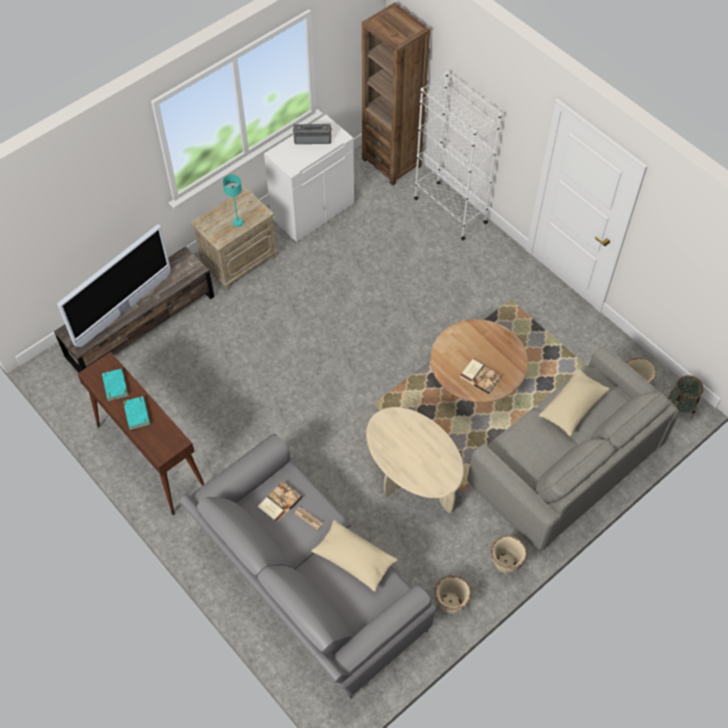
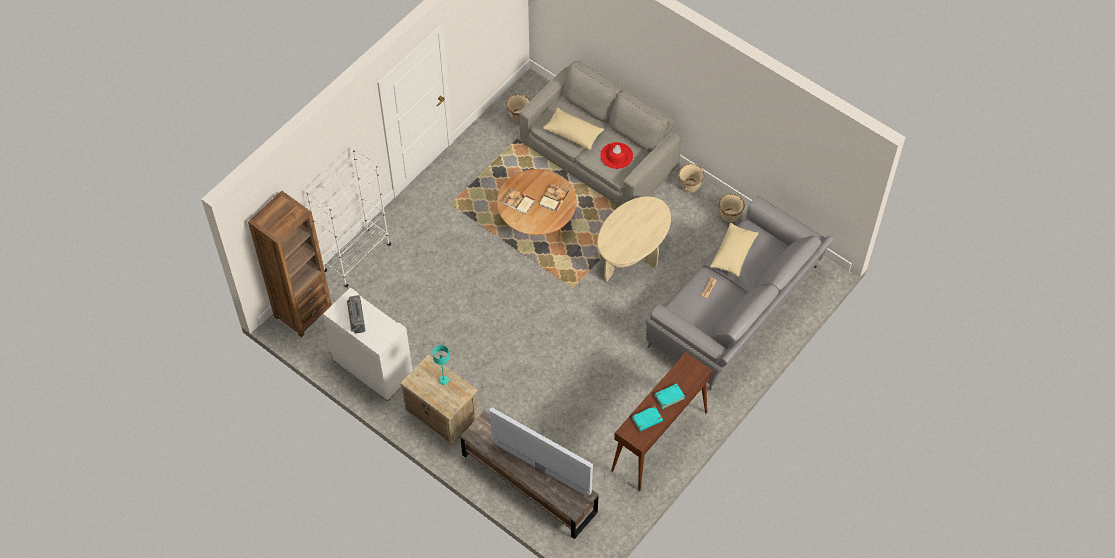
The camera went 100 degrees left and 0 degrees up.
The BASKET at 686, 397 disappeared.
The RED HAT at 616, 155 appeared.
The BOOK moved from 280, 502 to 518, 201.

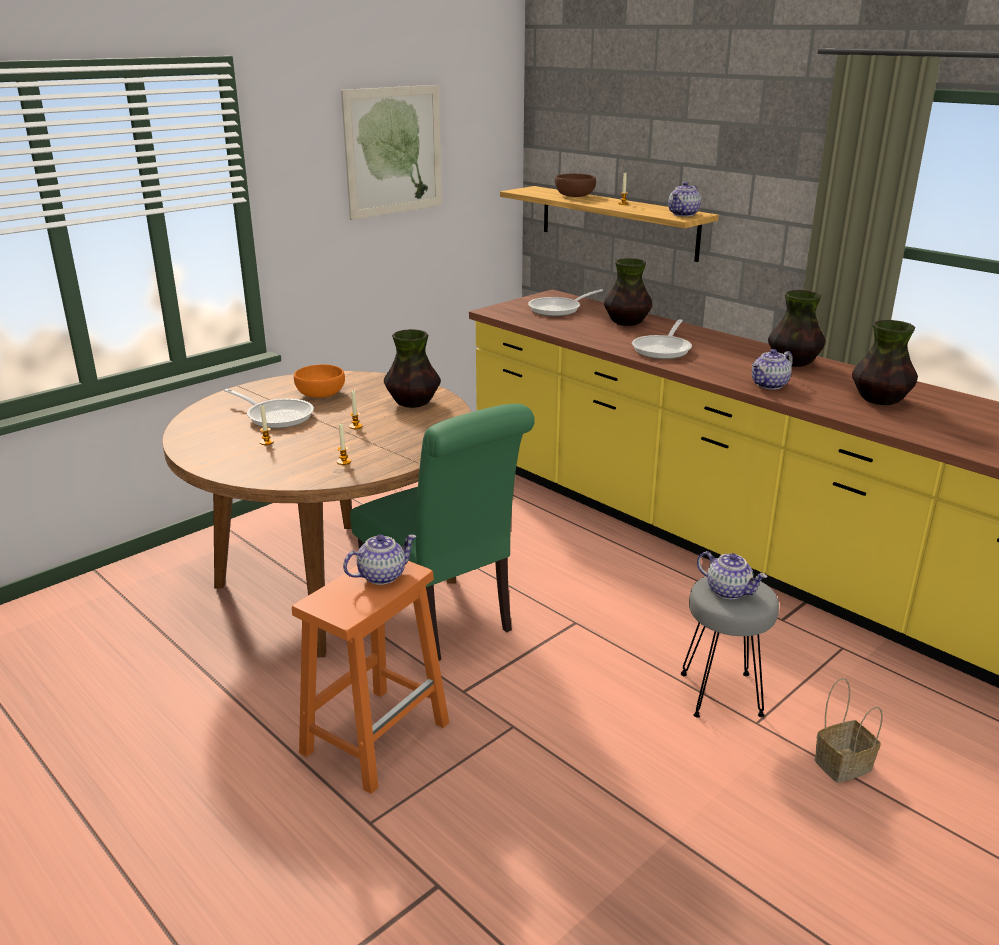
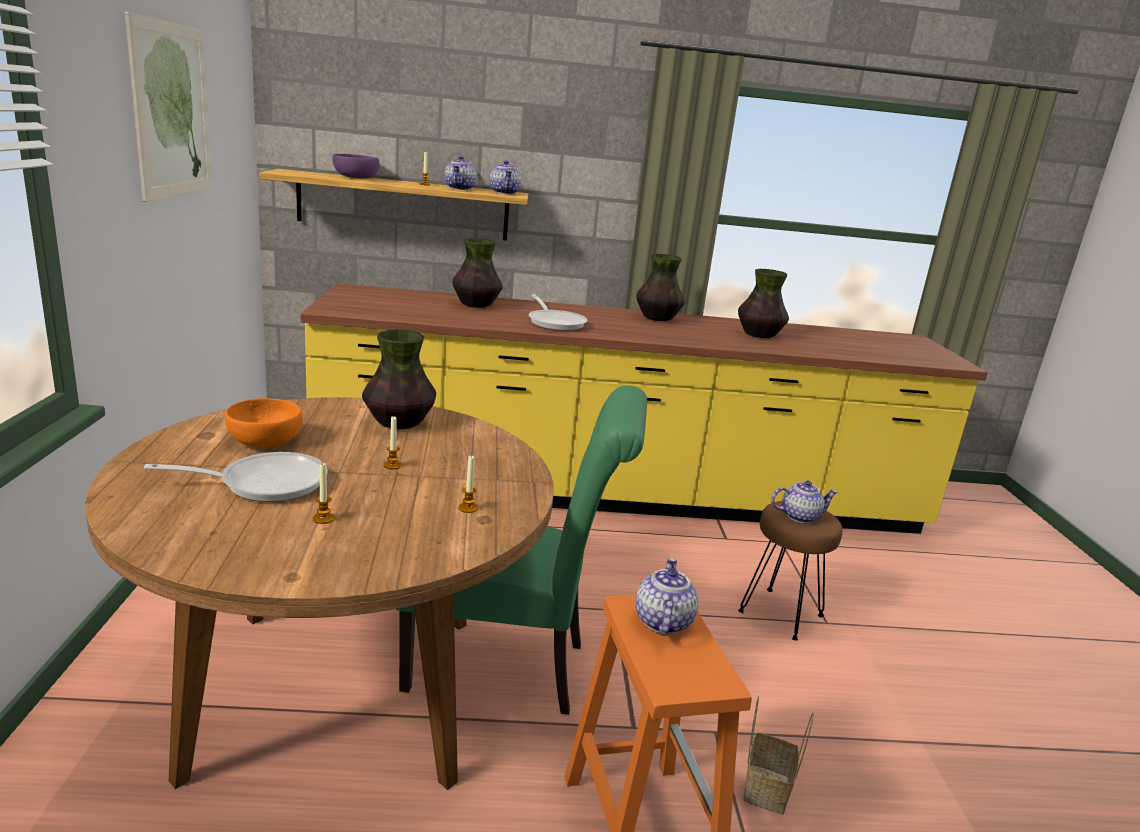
The camera went 50 degrees left and 5 degrees down.
The FRYING PAN at 565, 302 disappeared.
The TEAPOT moved from 772, 369 to 460, 173.
The BASKET moved from 849, 730 to 779, 754.
The BROWN BOWL at 575, 185 became the PURPLE BOWL at 355, 166.
The GREY STOOL at 730, 647 became the BROWN STOOL at 790, 571.

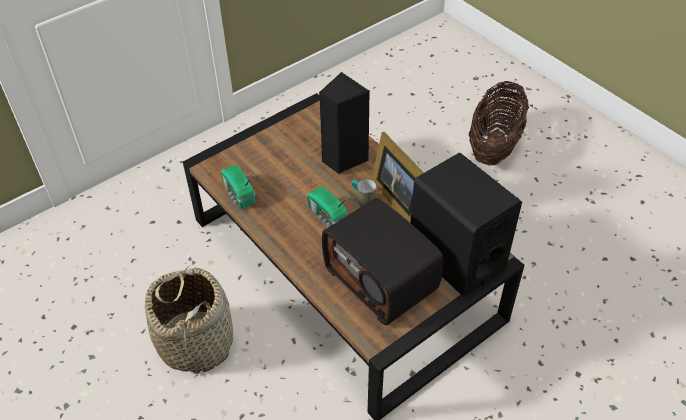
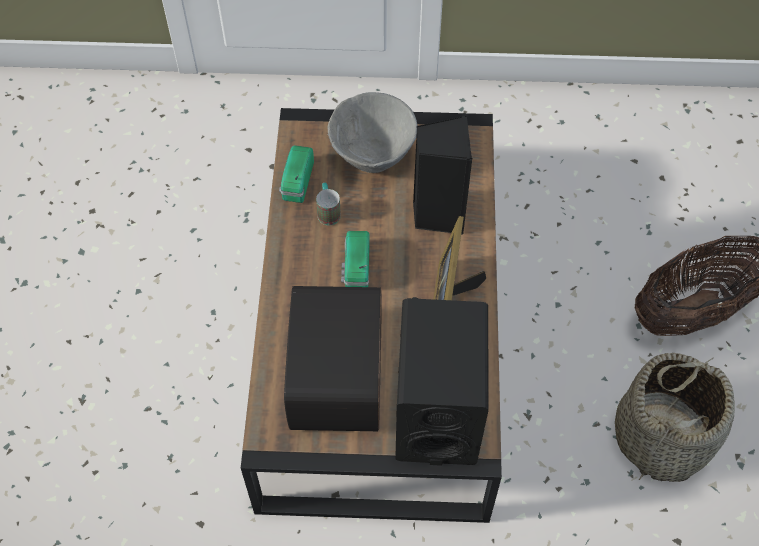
The camera went 40 degrees right and 10 degrees up.
The GREY BOWL at 372, 132 appeared.
The BASKET moved from 189, 322 to 675, 417.
The MUG moved from 364, 193 to 328, 204.

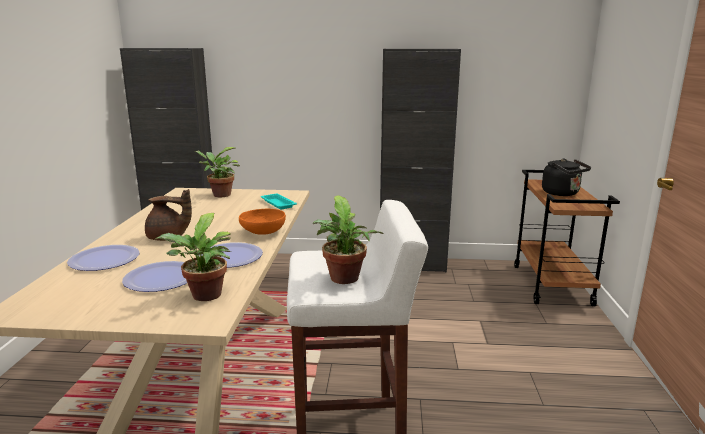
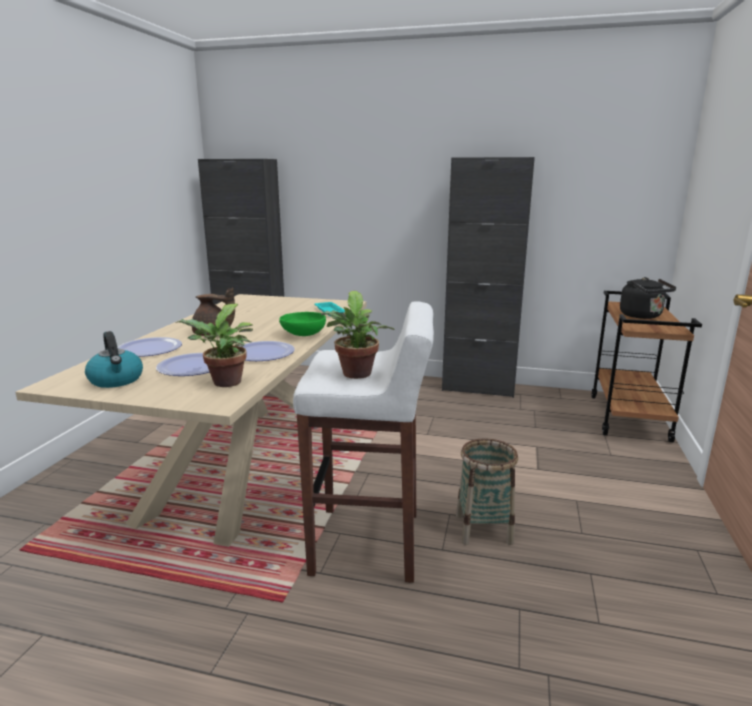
The camera went 10 degrees right and 0 degrees up.
The POTTED PLANT at 217, 172 disappeared.
The KETTLE at 114, 359 appeared.
The BASKET at 487, 491 appeared.
The ORANGE BOWL at 262, 222 became the GREEN BOWL at 302, 324.

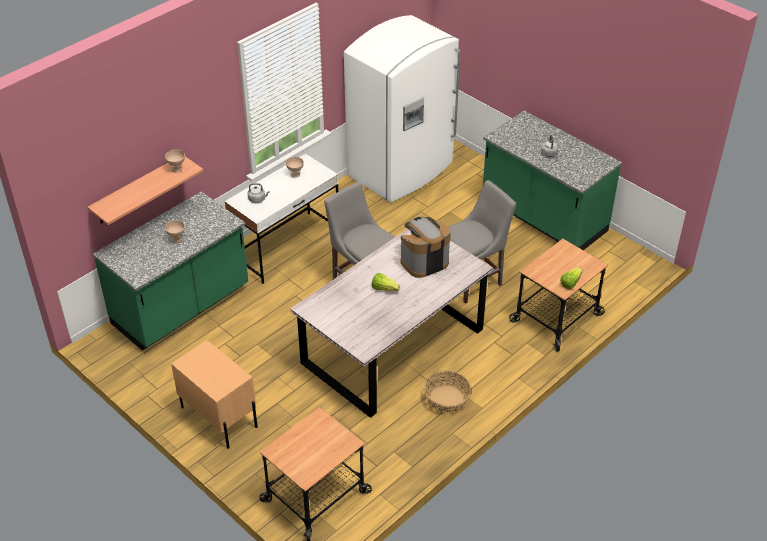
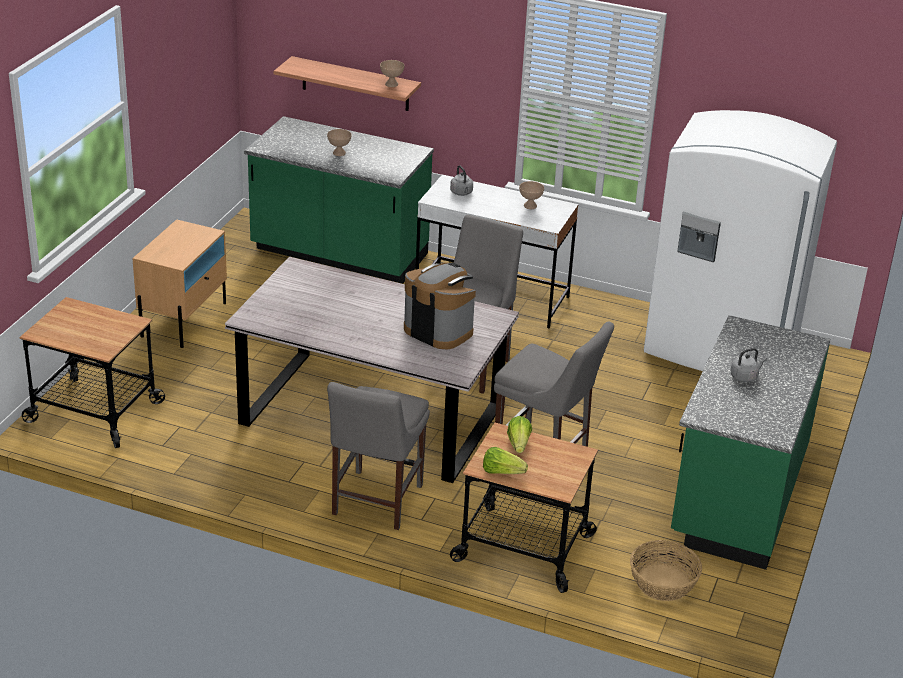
The camera went 65 degrees right and 10 degrees down.
The GREY CHAIR at 378, 456 appeared.
The LETTUCE moved from 386, 282 to 519, 434.
The BASKET moved from 447, 392 to 666, 570.

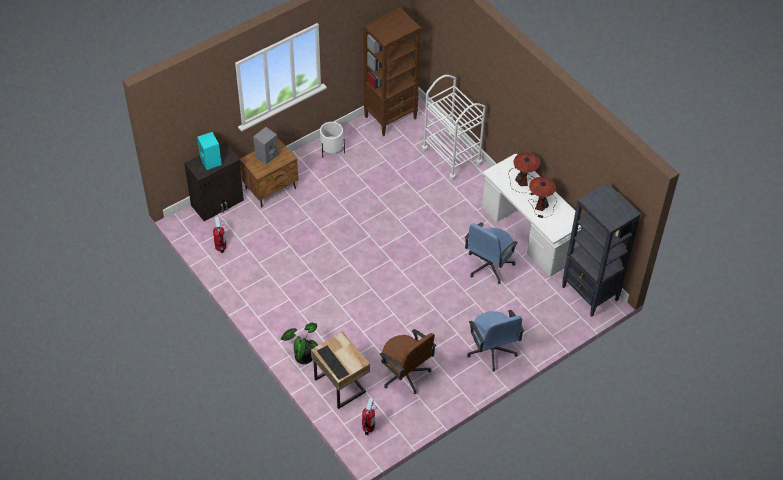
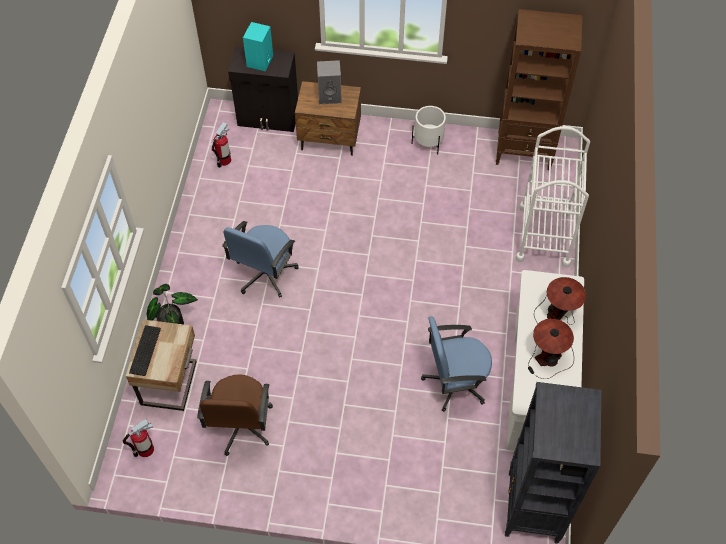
The camera went 45 degrees right and 5 degrees up.
The BLUE OFFICE CHAIR moved from 495, 341 to 260, 259.

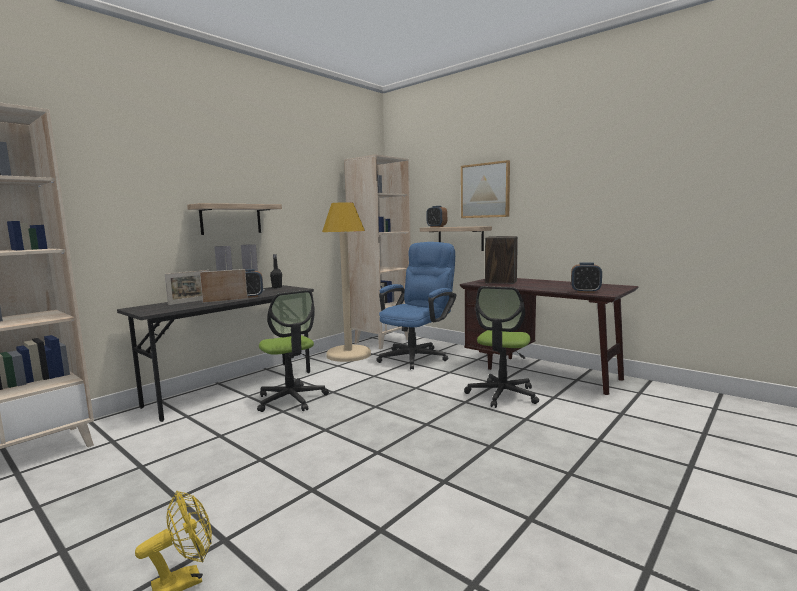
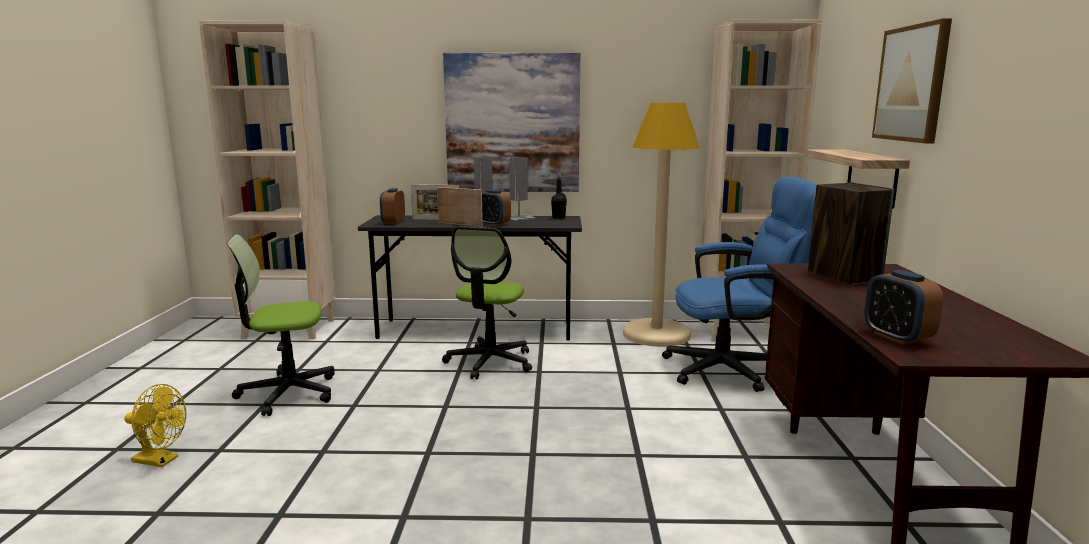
The camera went 50 degrees right and 5 degrees up.
The ALARM CLOCK moved from 436, 216 to 392, 206.
The OFFICE CHAIR moved from 501, 347 to 280, 325.
The SHELF at 234, 219 was replaced by the PICTURE at 511, 122.

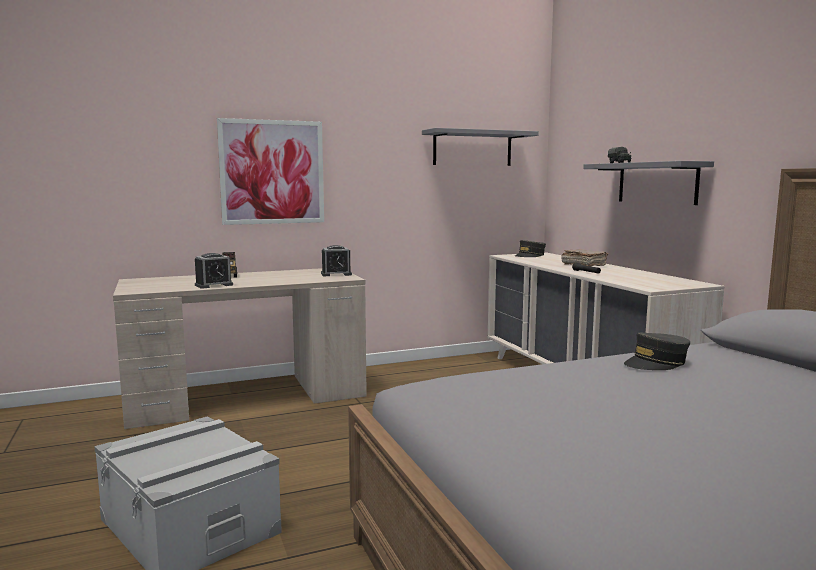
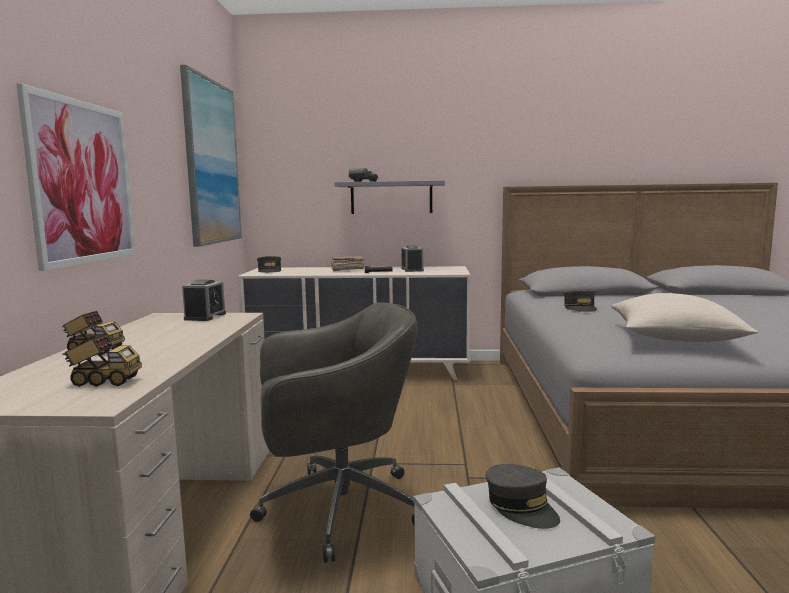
The camera went 65 degrees left and 0 degrees up.
The TOY TRUCK at 102, 360 appeared.
The GREY OFFICE CHAIR at 334, 432 appeared.
The GREY CAP at 523, 496 appeared.
The BEIGE PILLOW at 684, 317 appeared.
The ALARM CLOCK moved from 214, 271 to 412, 258.
The GREY SHELF at 480, 147 was replaced by the PICTURE at 211, 156.

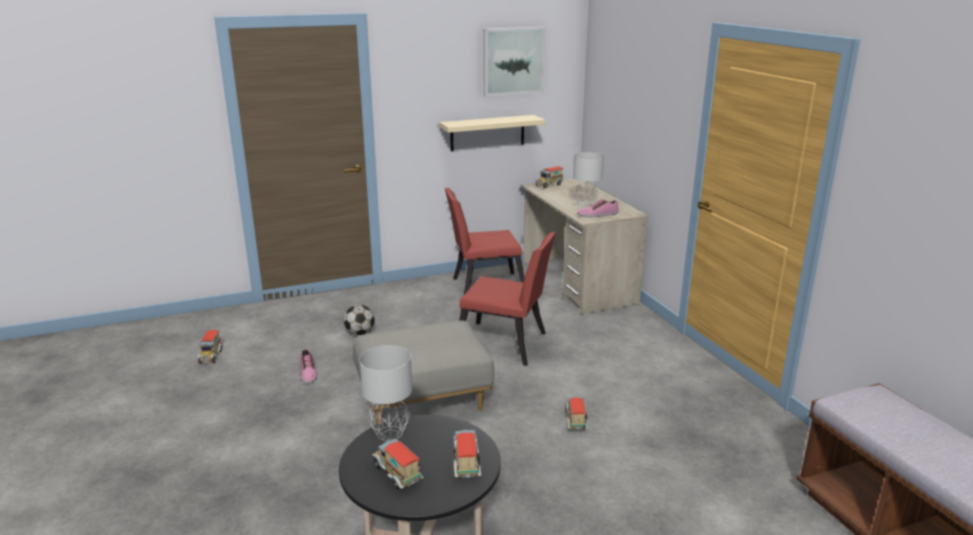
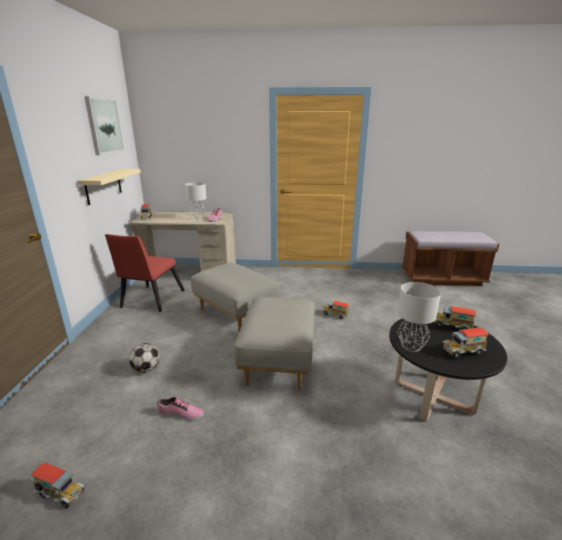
The camera went 65 degrees left and 0 degrees up.
The RED CHAIR at 507, 299 was replaced by the GREY OTTOMAN at 235, 297.

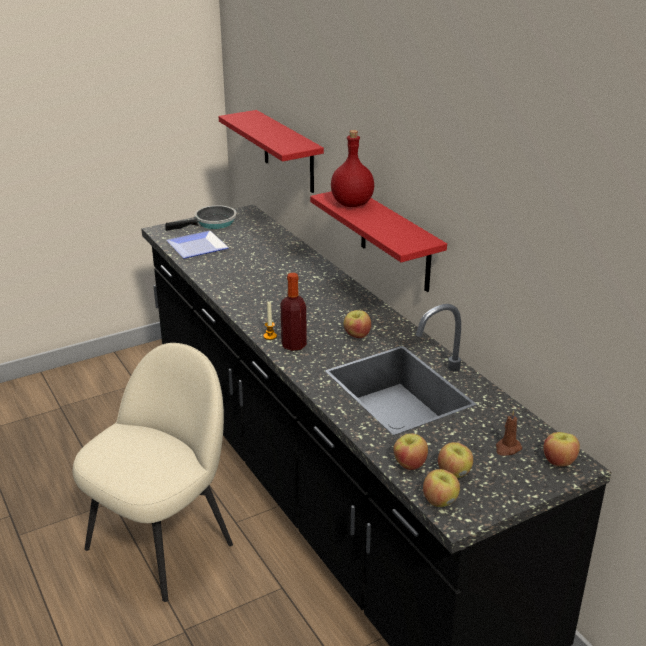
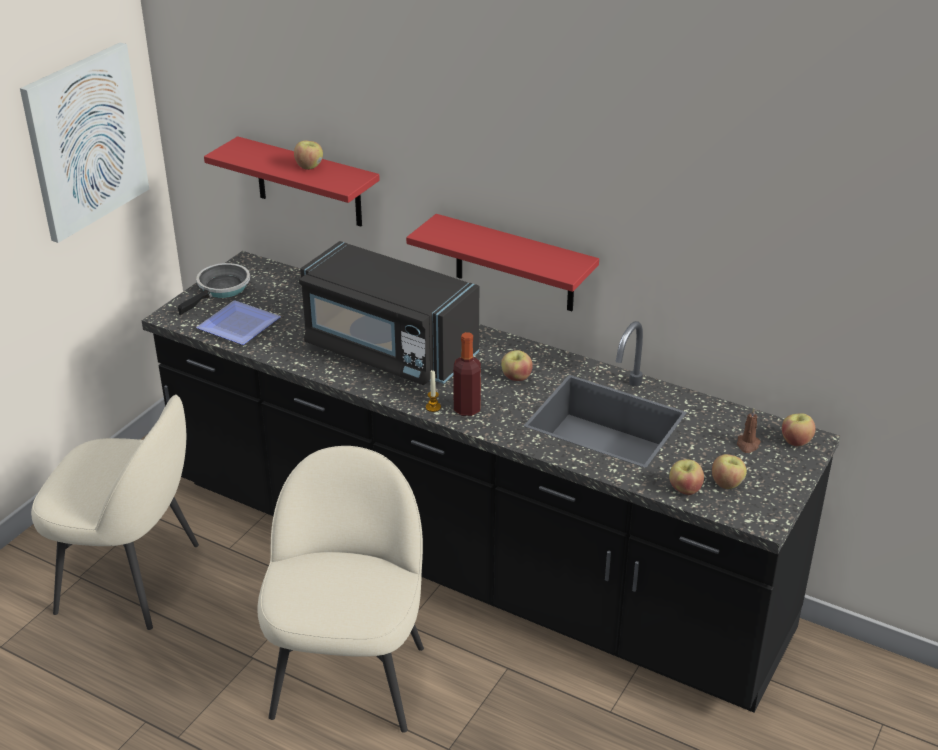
The camera went 30 degrees left and 5 degrees up.
The RED BOTTLE at 352, 168 disappeared.
The PICTURE at 84, 142 appeared.
The BEIGE CHAIR at 115, 512 appeared.
The BLACK MICROWAVE at 389, 313 appeared.
The APPLE moved from 441, 488 to 308, 155.

